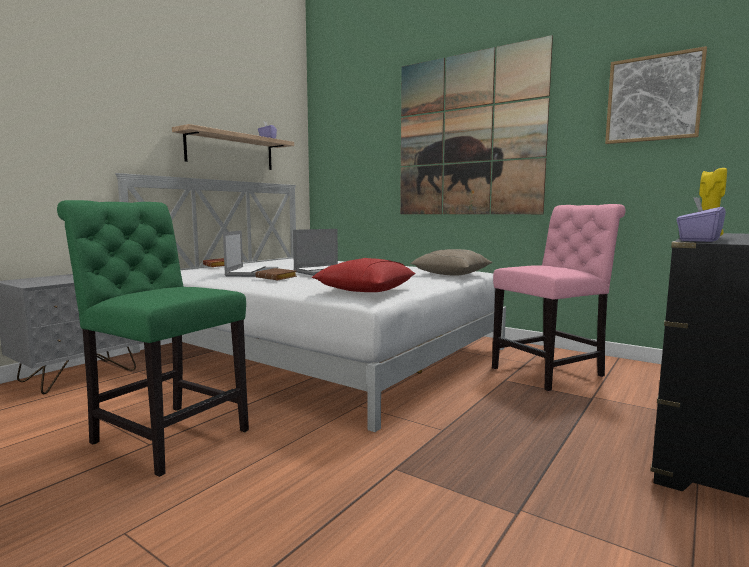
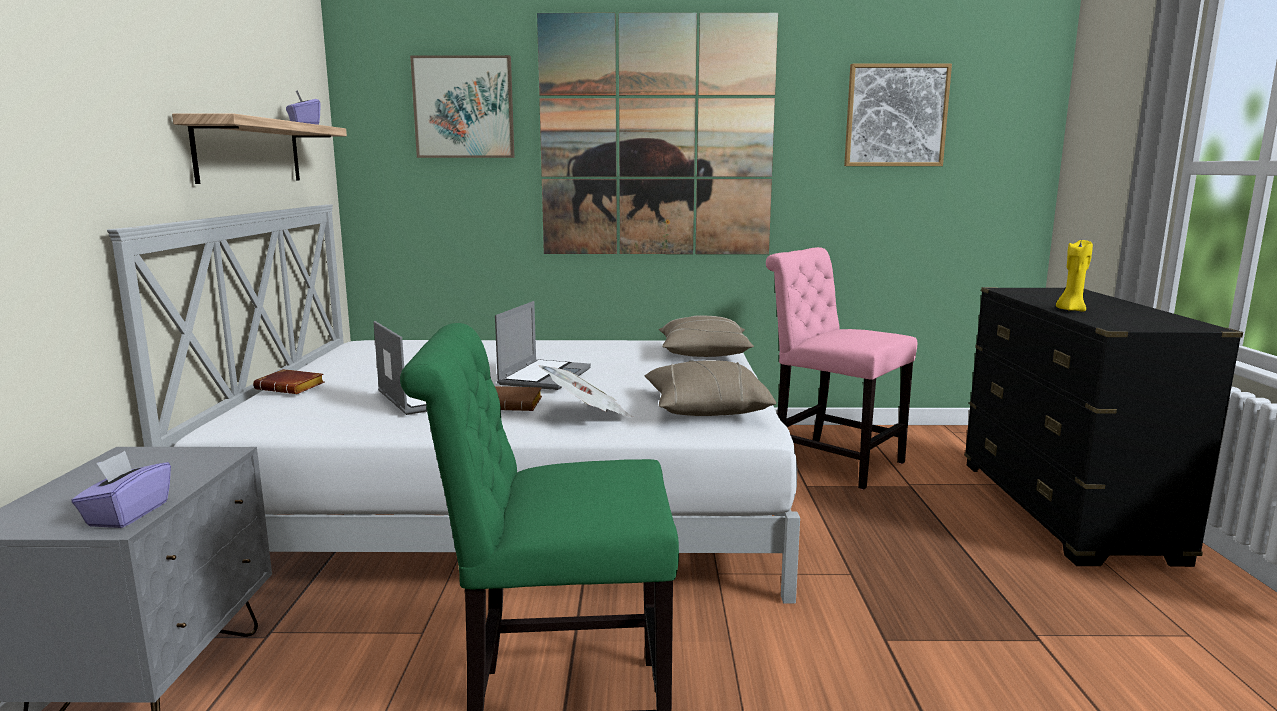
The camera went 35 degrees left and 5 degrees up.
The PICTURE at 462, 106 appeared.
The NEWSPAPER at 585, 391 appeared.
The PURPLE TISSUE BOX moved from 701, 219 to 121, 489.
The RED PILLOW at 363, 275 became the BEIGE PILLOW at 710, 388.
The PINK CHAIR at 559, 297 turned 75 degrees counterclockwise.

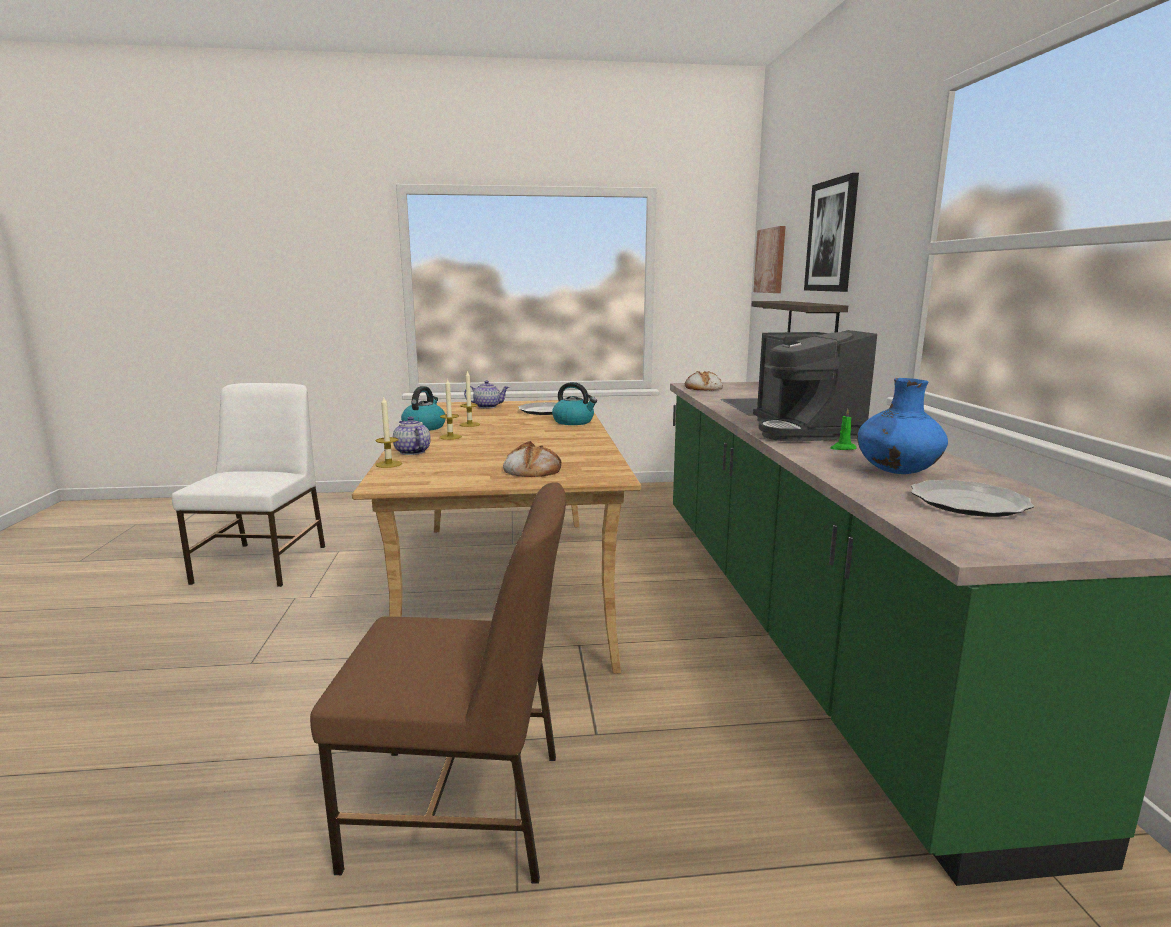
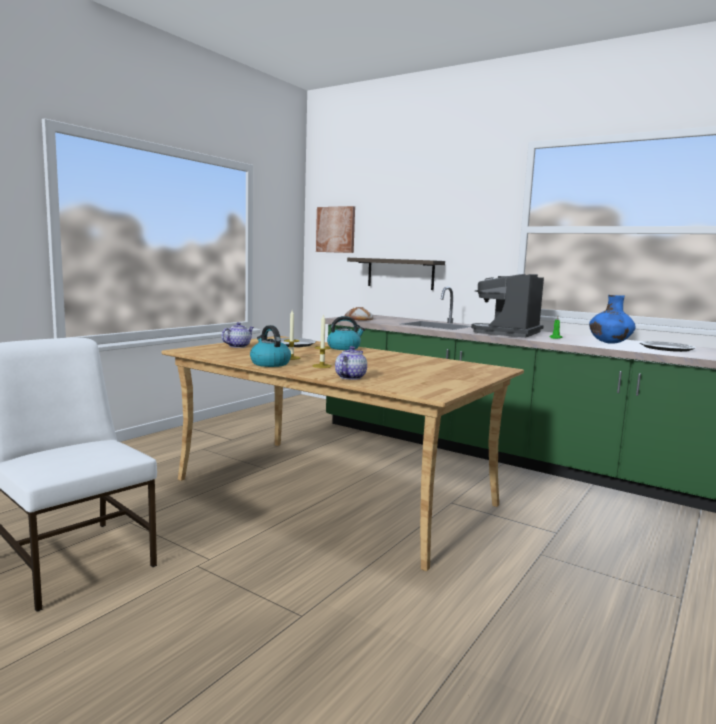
The camera went 50 degrees left and 5 degrees down.
The BROWN CHAIR at 438, 683 disappeared.
The CANDLE at 389, 432 disappeared.
The BREAD at 532, 459 disappeared.
The PICTURE at 831, 232 disappeared.
The TEAPOT at 412, 436 turned 105 degrees clockwise.
The COFFEE MACHINE at 815, 386 turned 90 degrees clockwise.

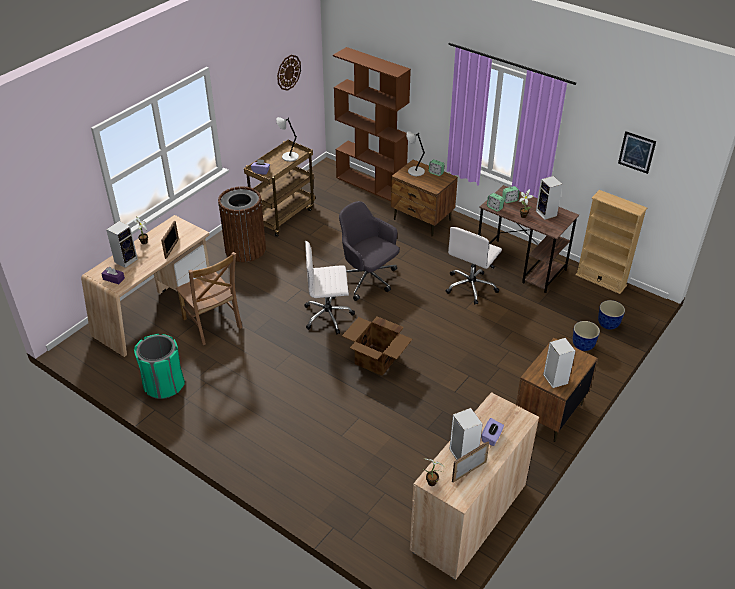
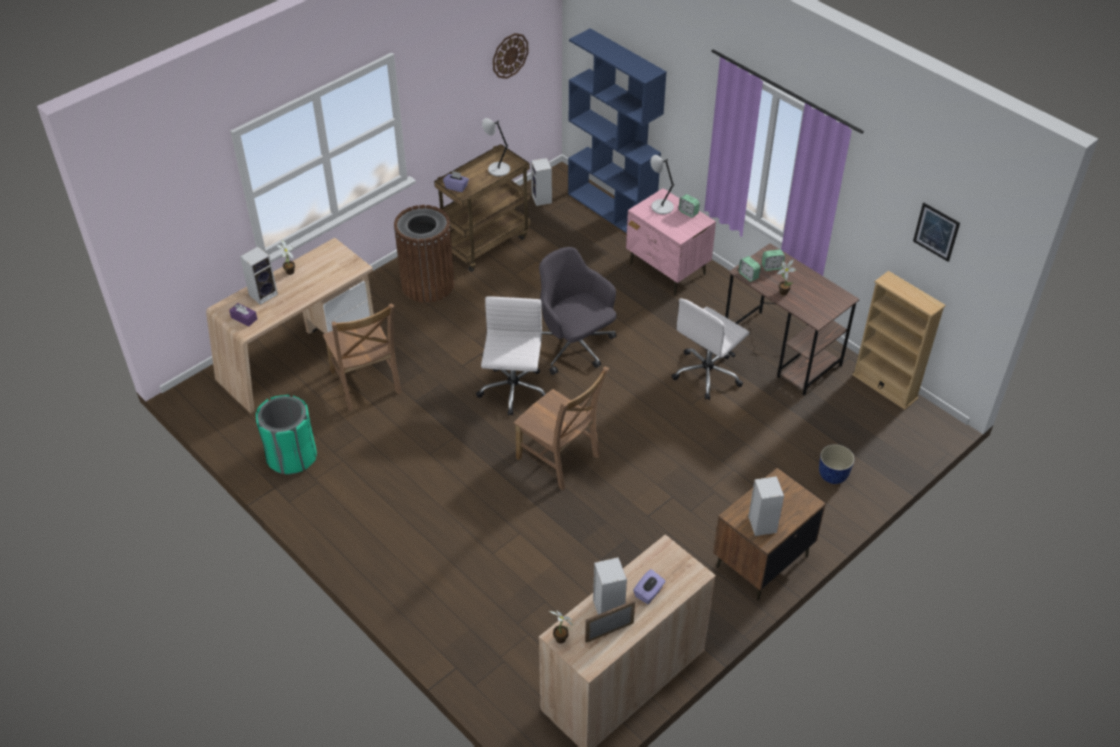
The camera went 10 degrees right and 5 degrees up.
The PICTURE FRAME at 170, 240 disappeared.
The PLANTER at 611, 314 disappeared.
The SPEAKER moved from 549, 198 to 541, 182.
The CARDBOARD BOX at 377, 346 was replaced by the BROWN CHAIR at 561, 428.
The BROWN BOOKCASE at 372, 124 became the BLUE BOOKCASE at 617, 130.
The BROWN NIGHTSTAND at 424, 198 became the PINK NIGHTSTAND at 671, 241.
The WHITE OFFICE CHAIR at 329, 287 turned 90 degrees clockwise.

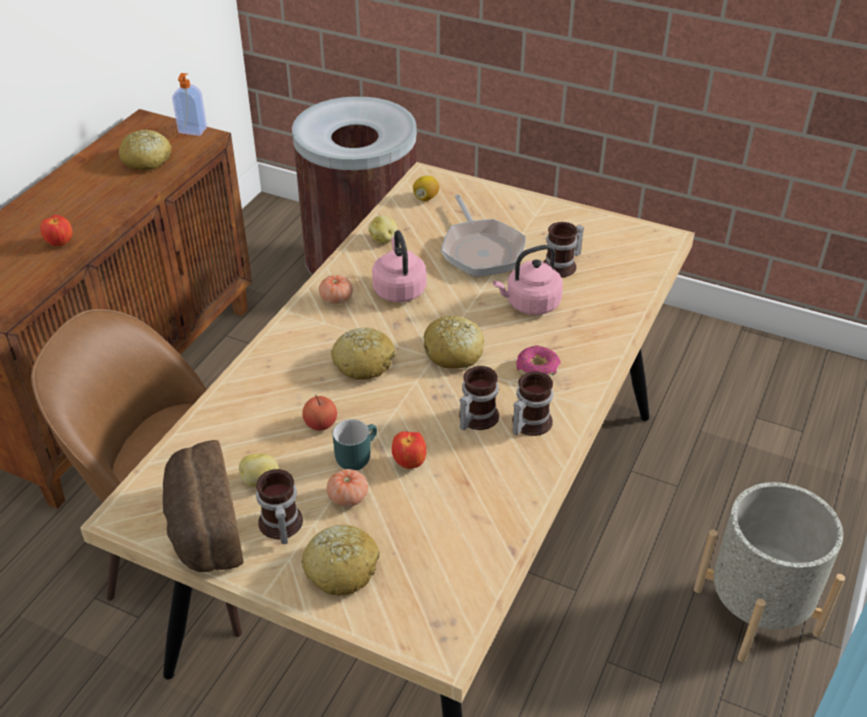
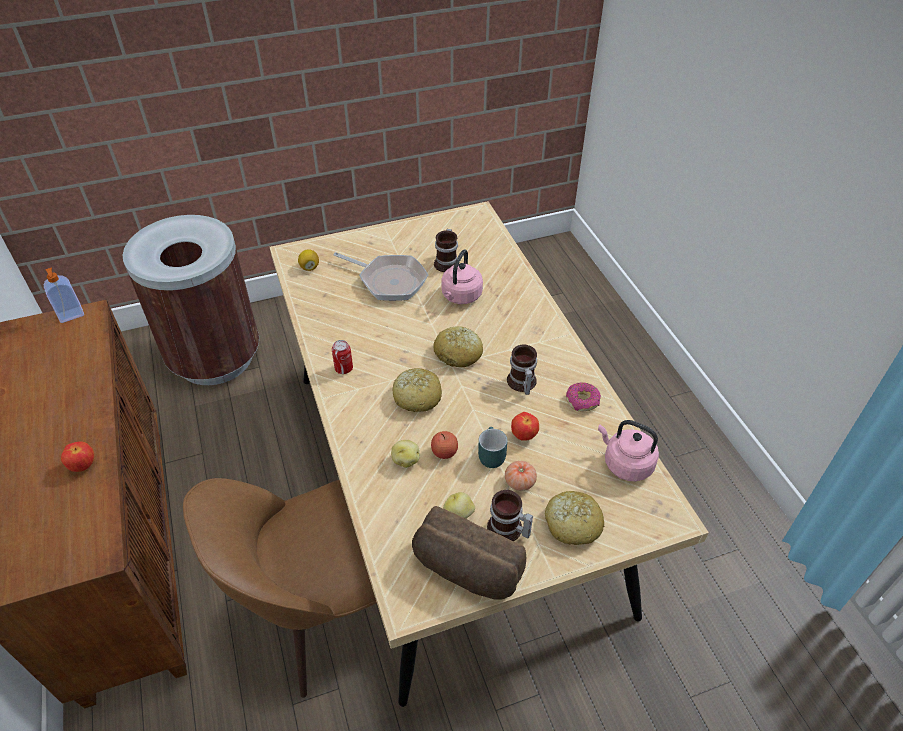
The camera went 45 degrees left and 5 degrees up.
The BREAD at 145, 149 disappeared.
The MUG at 532, 403 disappeared.
The GREY PLANTER at 769, 572 disappeared.
The POTATO moved from 382, 229 to 405, 454.
The PINK KETTLE moved from 399, 266 to 628, 450.
The DONUT moved from 538, 361 to 583, 397.
The TOMATO at 336, 289 was replaced by the CAN at 342, 357.

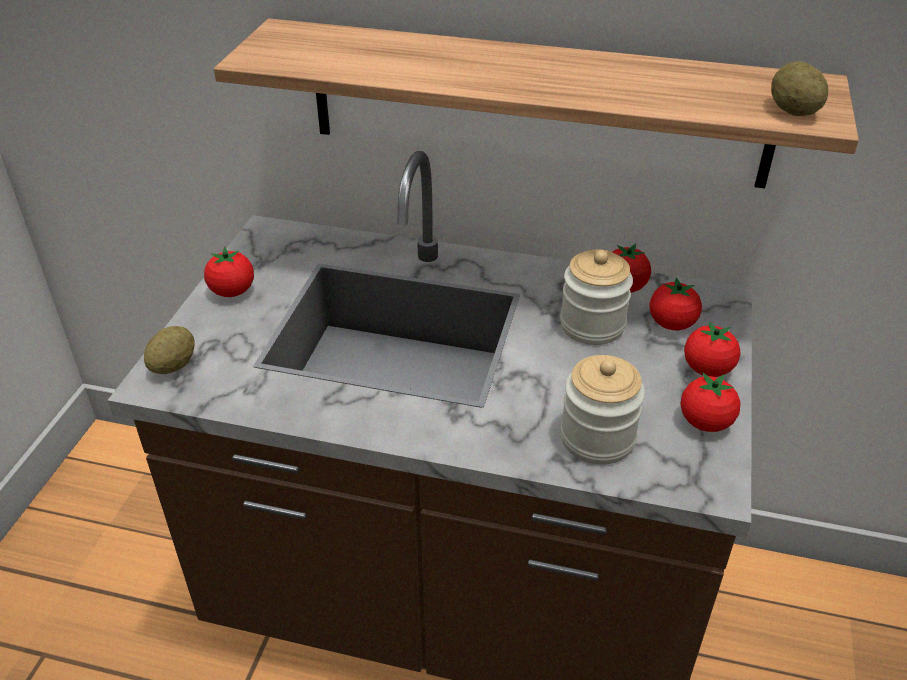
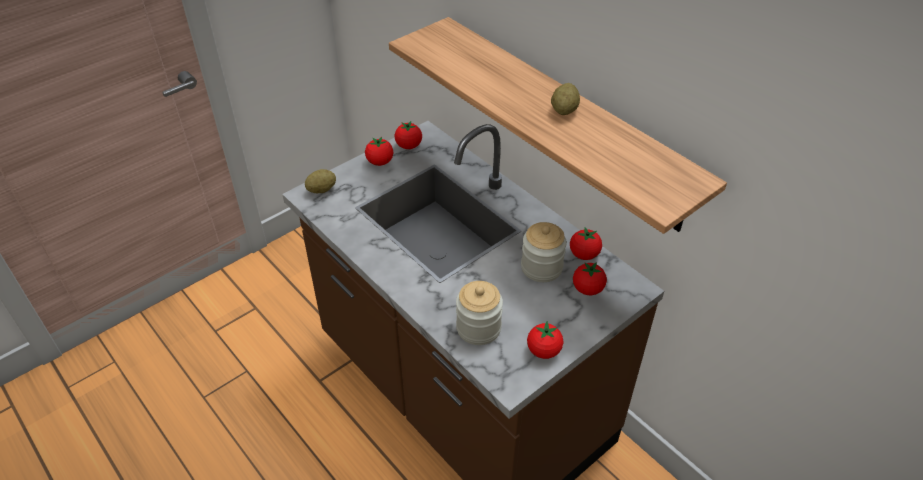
The camera went 35 degrees right and 5 degrees up.
The TOMATO moved from 712, 349 to 408, 135.
The POTATO moved from 799, 88 to 565, 99.

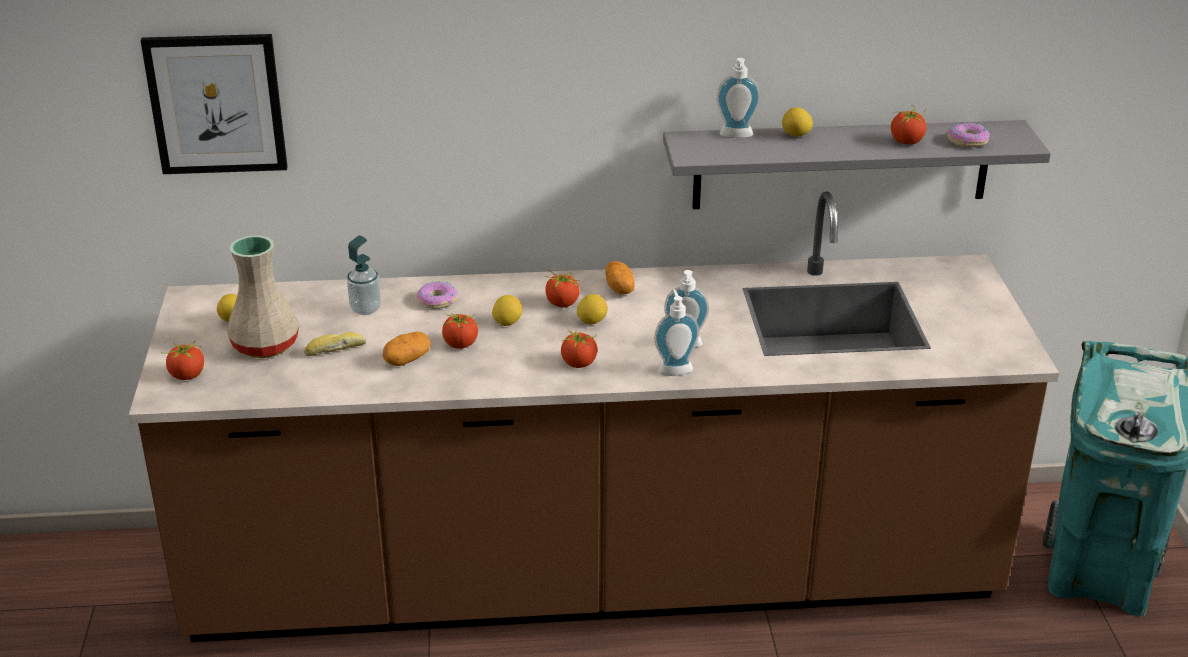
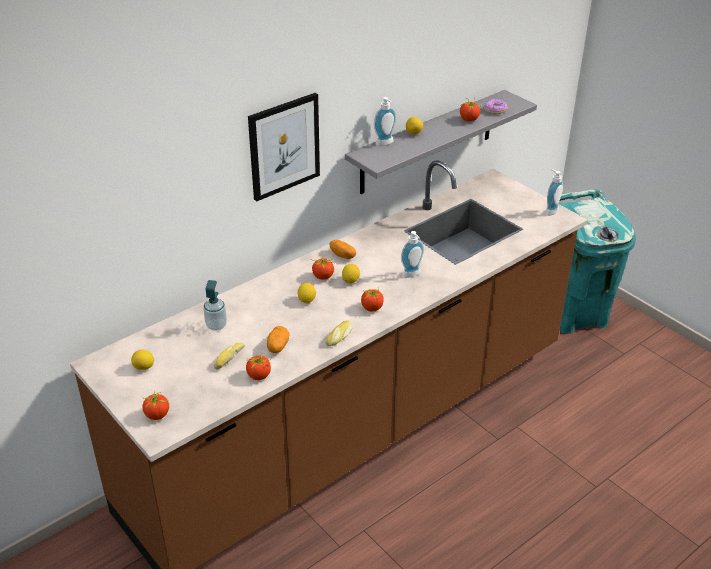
The camera went 35 degrees left and 5 degrees up.
The BEIGE VASE at 263, 296 disappeared.
The DONUT at 437, 295 disappeared.
The BREAD at 339, 333 appeared.
The PICTURE moved from 214, 104 to 284, 147.
The TOMATO moved from 460, 331 to 258, 367.
The SOAP DISPENSER moved from 676, 332 to 554, 192.

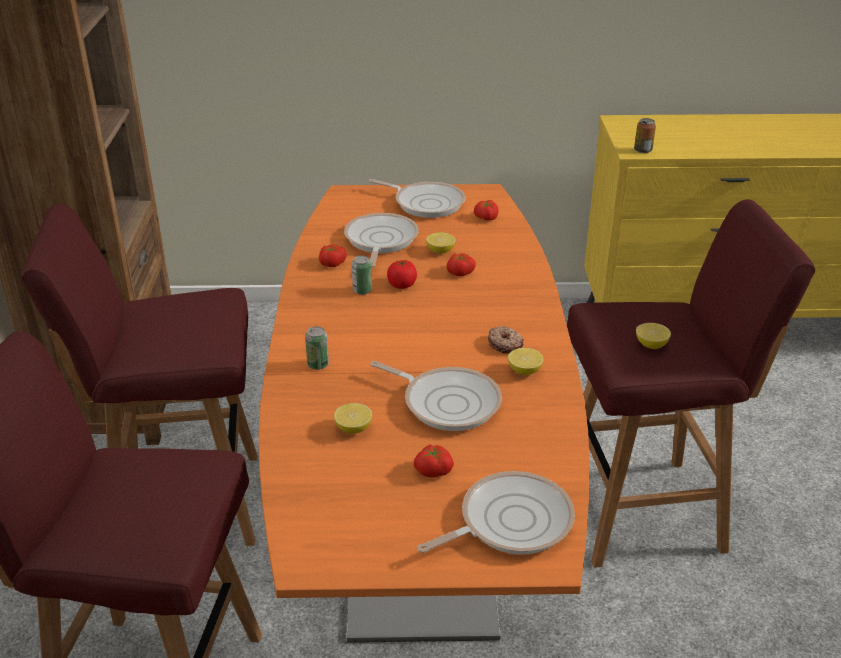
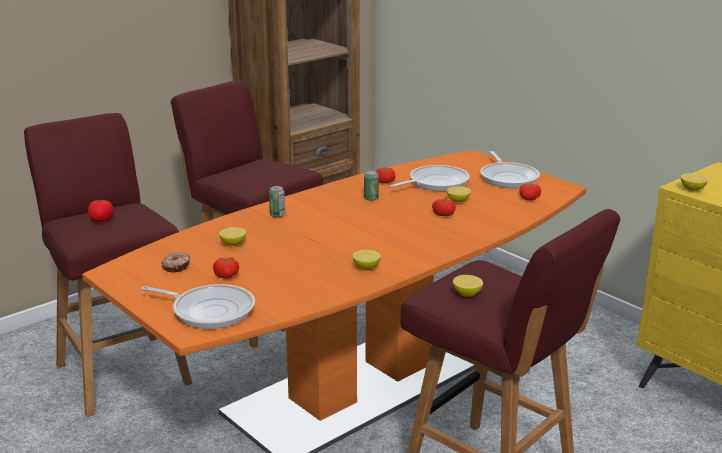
The camera went 50 degrees right and 10 degrees down.
The FRYING PAN at 436, 396 disappeared.
The TOMATO moved from 402, 274 to 101, 210.
The DONUT moved from 506, 340 to 175, 262.
The CAN at 645, 135 was replaced by the LEMON at 694, 182.

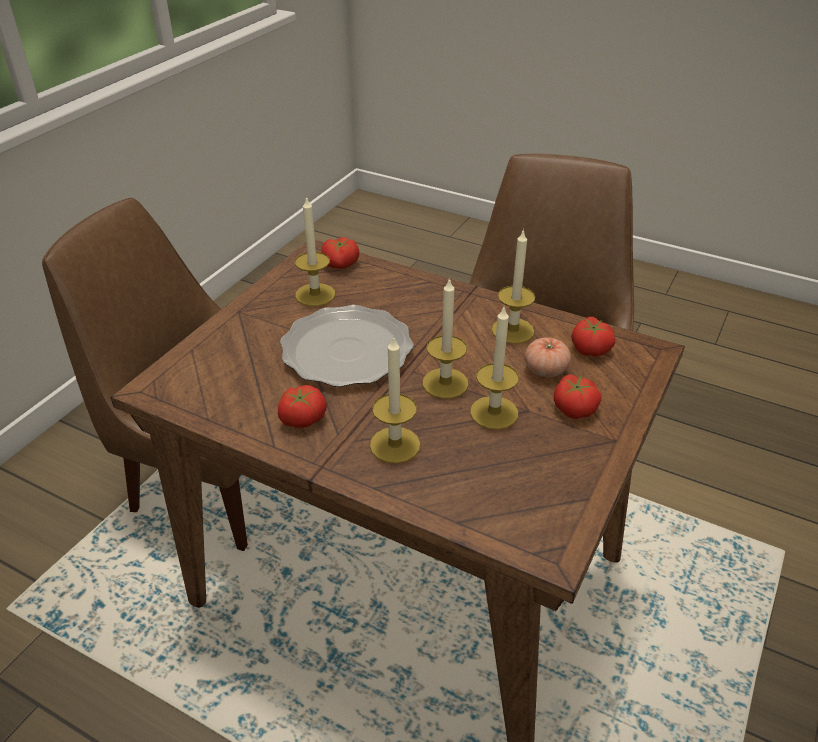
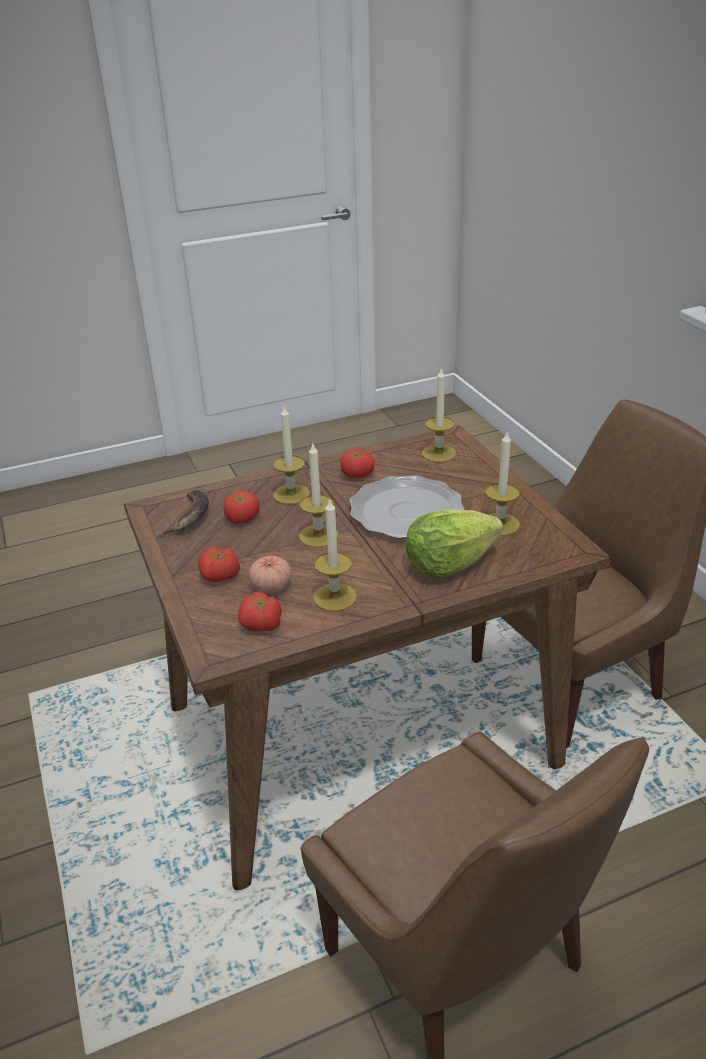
The camera went 130 degrees right and 5 degrees down.
The BANANA at 183, 513 appeared.
The LETTUCE at 454, 543 appeared.
The TOMATO moved from 340, 253 to 241, 507.
The CANDLE moved from 494, 368 to 439, 414.

